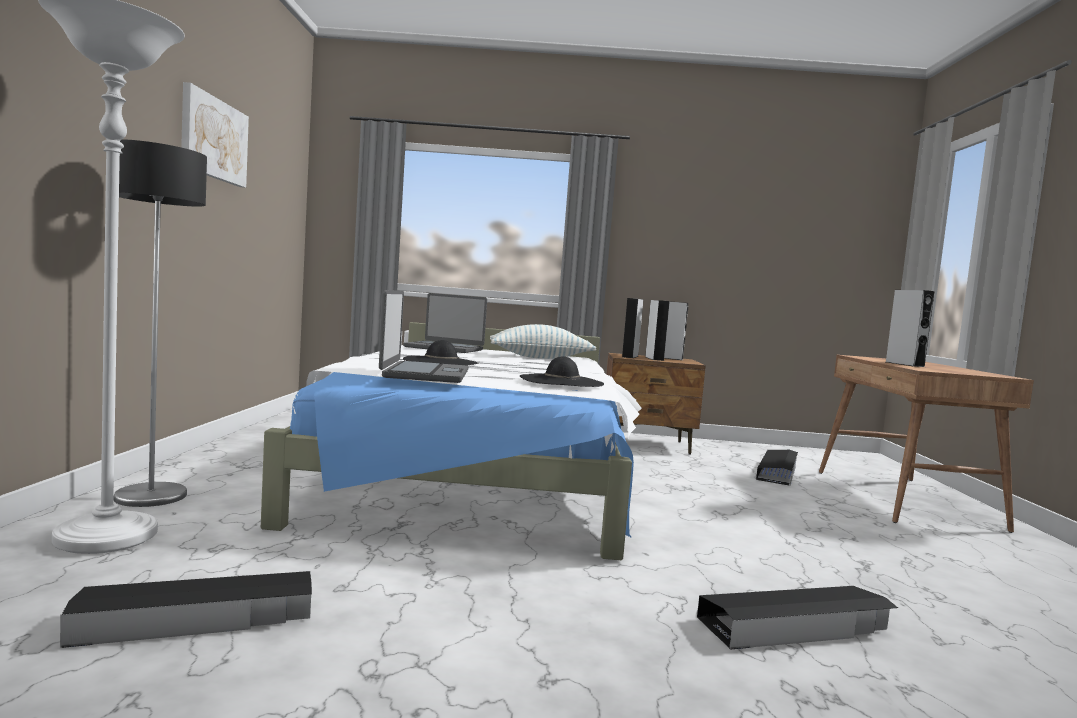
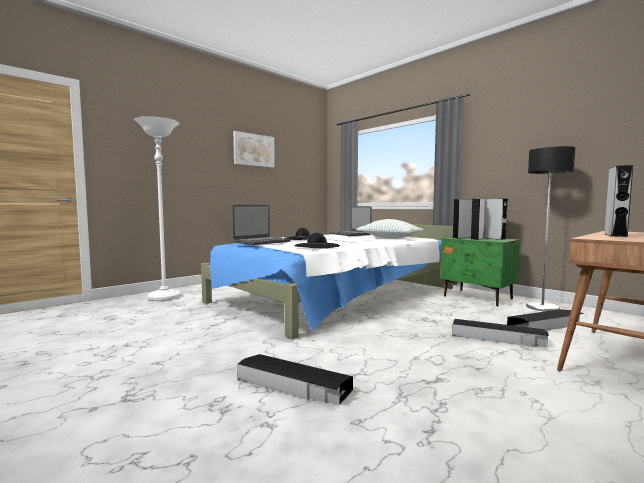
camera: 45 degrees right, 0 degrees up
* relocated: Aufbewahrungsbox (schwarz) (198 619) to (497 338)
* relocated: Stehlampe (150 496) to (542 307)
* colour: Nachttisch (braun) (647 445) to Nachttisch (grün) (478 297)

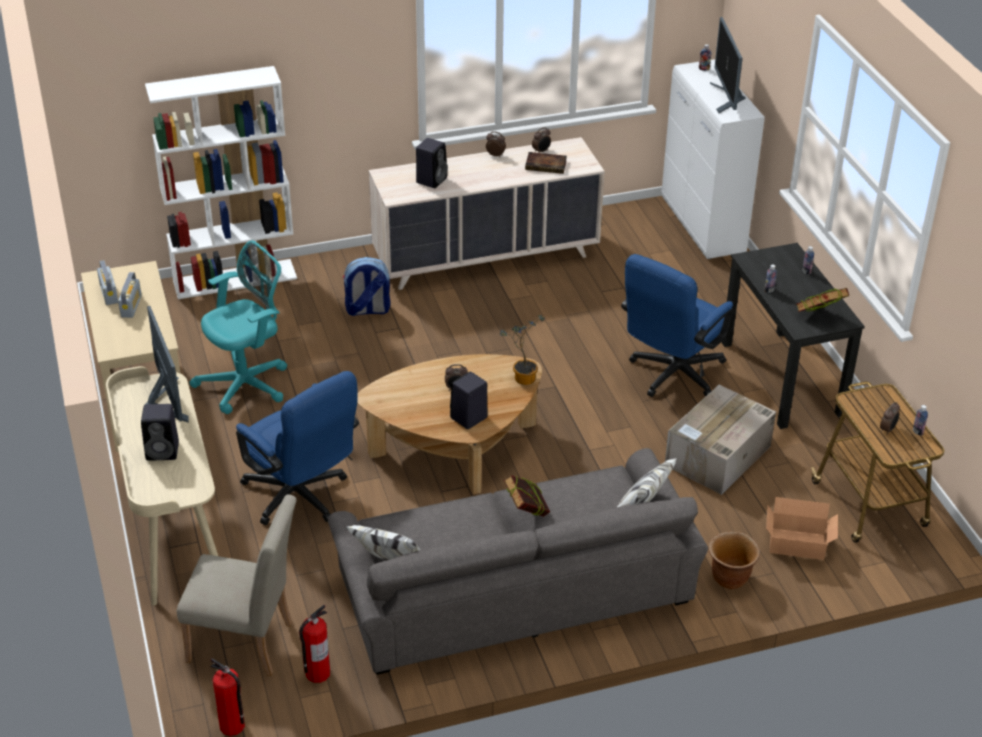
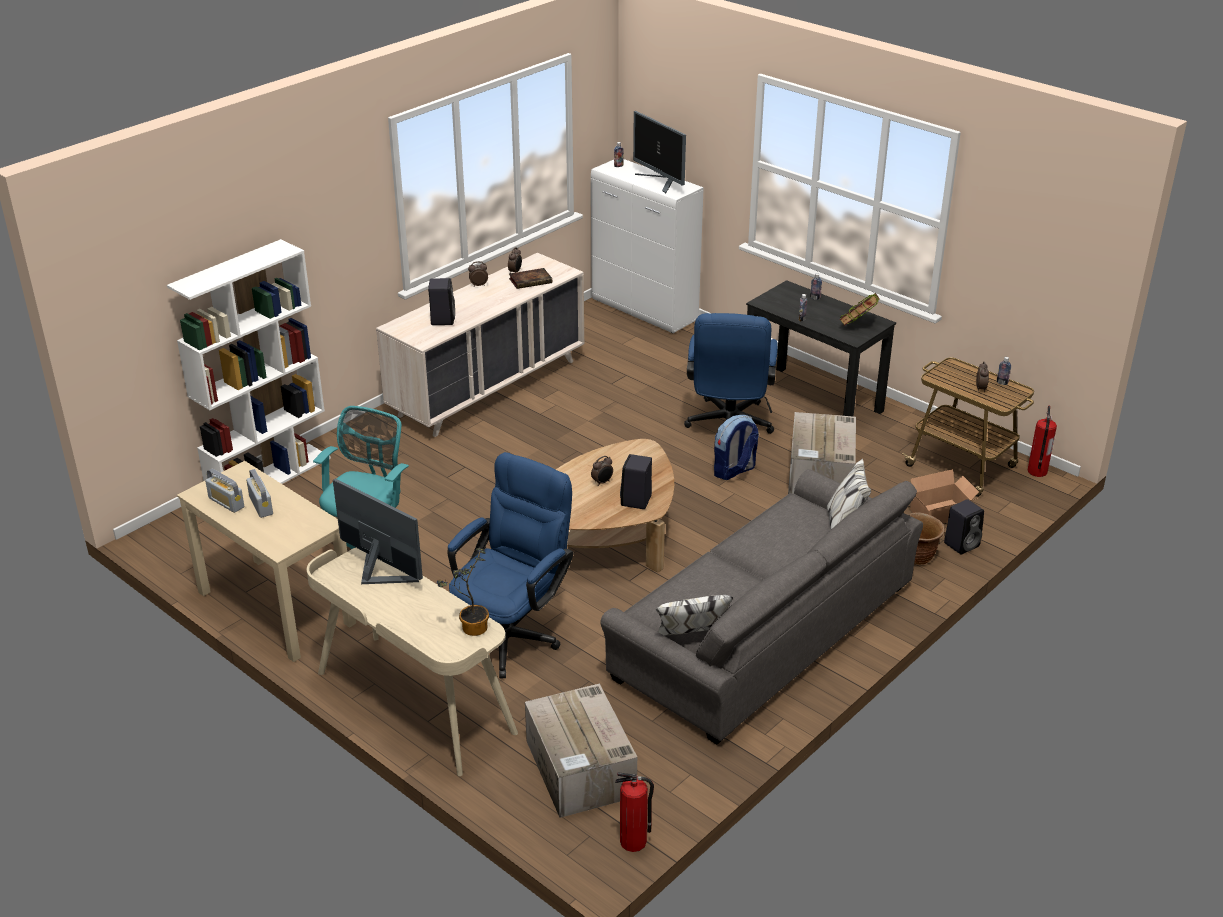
camera: 30 degrees left, 5 degrees down
* missing: Buch (526 513)
* relocated: Lautsprecher (schwarz) (164 451) to (962 544)
* relocated: Feuerlöscher (317 673) to (1037 471)
* relocated: Rucksack (367 310) to (734 471)
* relocated: Topfpflanze (522 377) to (470 627)
* exchanged: Stuhl (beige) (248 644) to Karton (581 769)
* spun: Bürostuhl (blau) (301 498) = (512 632) 75 degrees counterclockwise

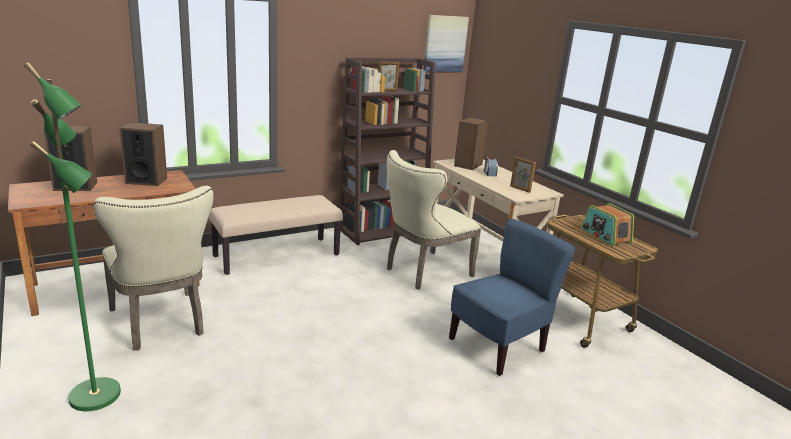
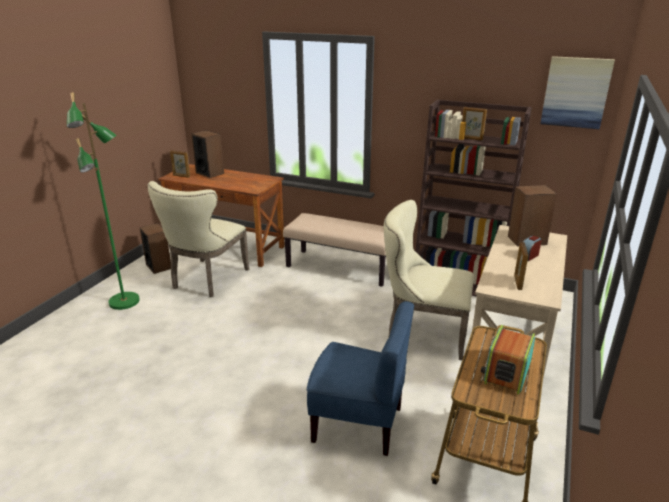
camera: 55 degrees right, 5 degrees up
* appeared: Bilderrahmen (181 176)
* relocated: Lautsprecher (146 180) to (159 266)

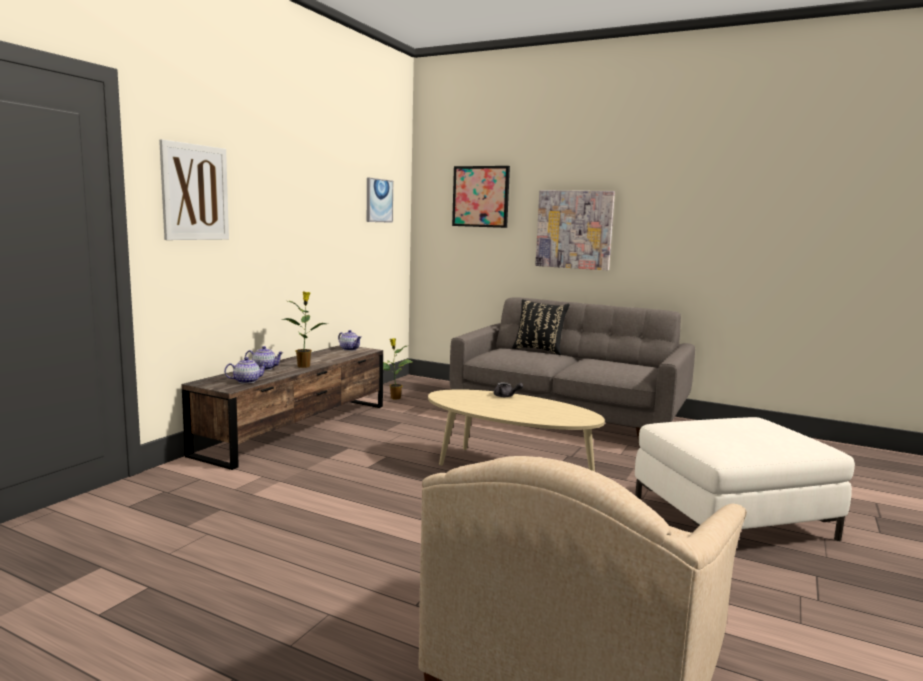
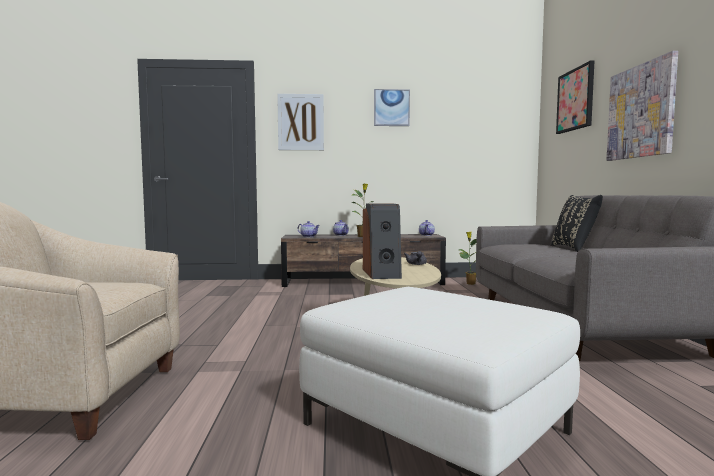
camera: 60 degrees right, 5 degrees down
* appeared: Lautsprecher (382 273)
* relocated: Bild (378 200) to (391 108)

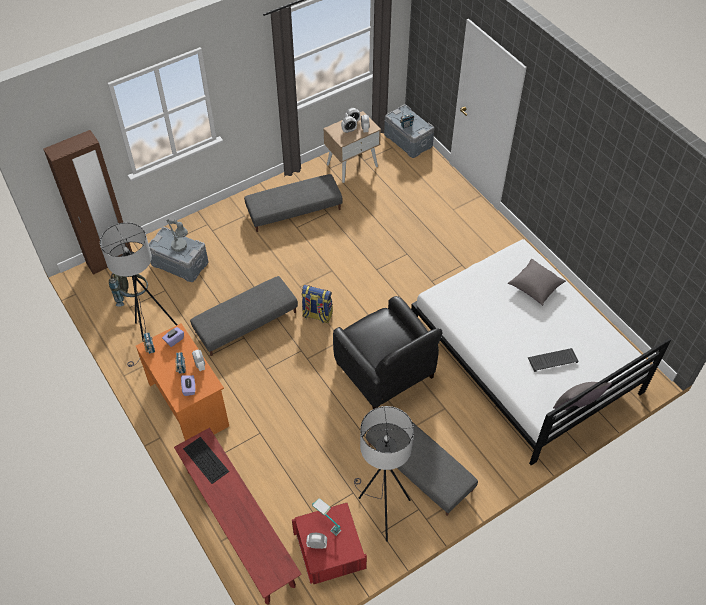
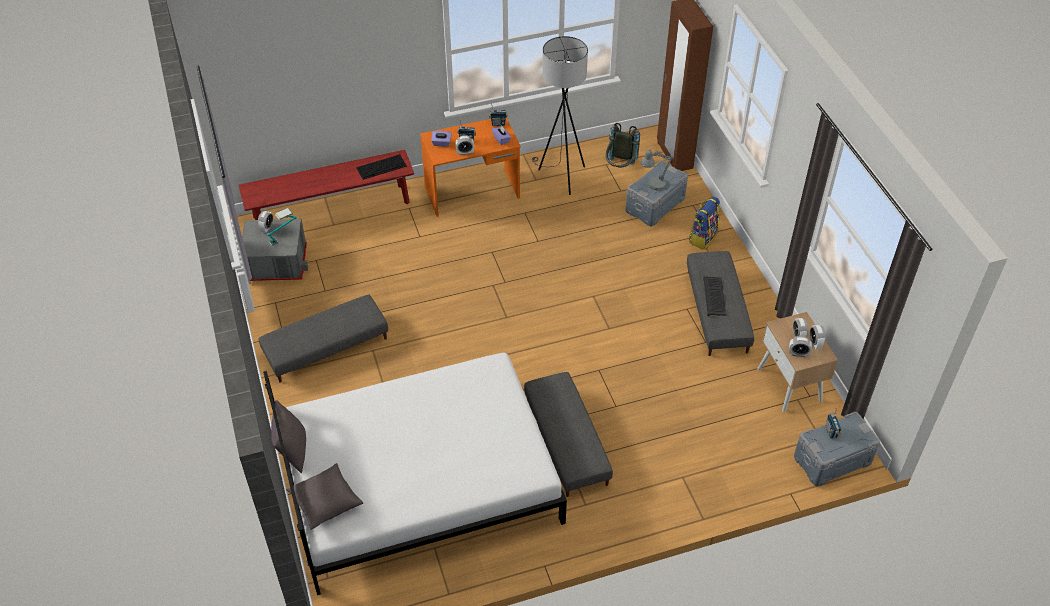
camera: 105 degrees right, 5 degrees down
* missing: Sessel (schwarz) (385 371)
* missing: Stehlampe (grau) (381 511)
* relocated: Polsterhocker (grau) (246 322) to (566 441)
* relocated: Rucksack (317 315) to (702 237)
* relocated: Kissen (grau) (535 287) to (325 502)
* relocated: Tastatur (553 359) to (715 297)
* colour: Aufbewahrungsbox (rot) (329 552) to Aufbewahrungsbox (grau) (276 263)

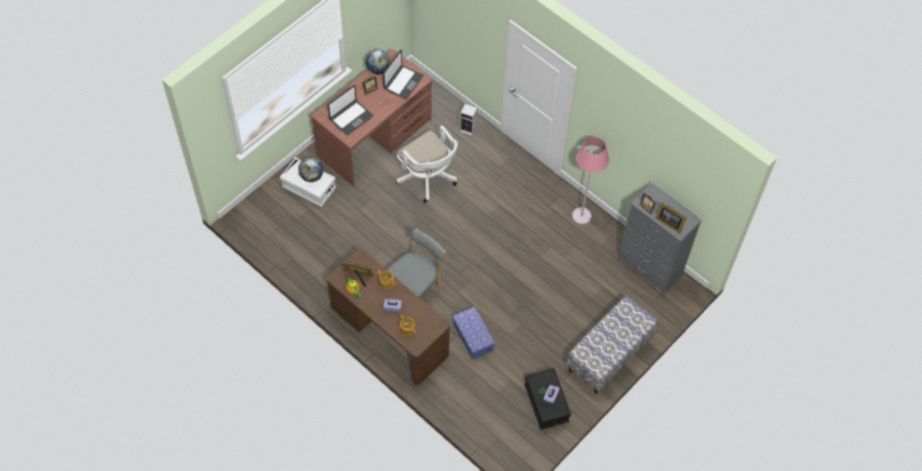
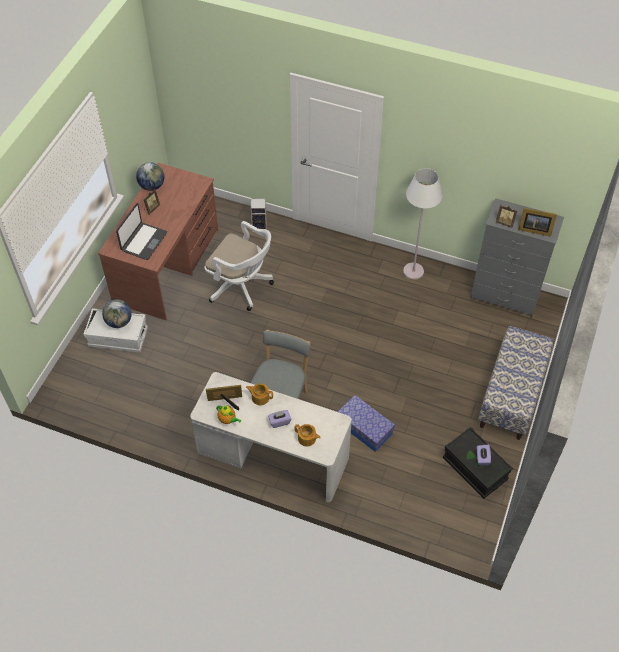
camera: 20 degrees left, 5 degrees down
* missing: Laptop (403 82)
* colour: Schreibtisch (braun) (389 332) to Schreibtisch (weiß) (273 456)
* colour: Stehlampe (rosa) (581 216) to Stehlampe (weiß) (413 271)

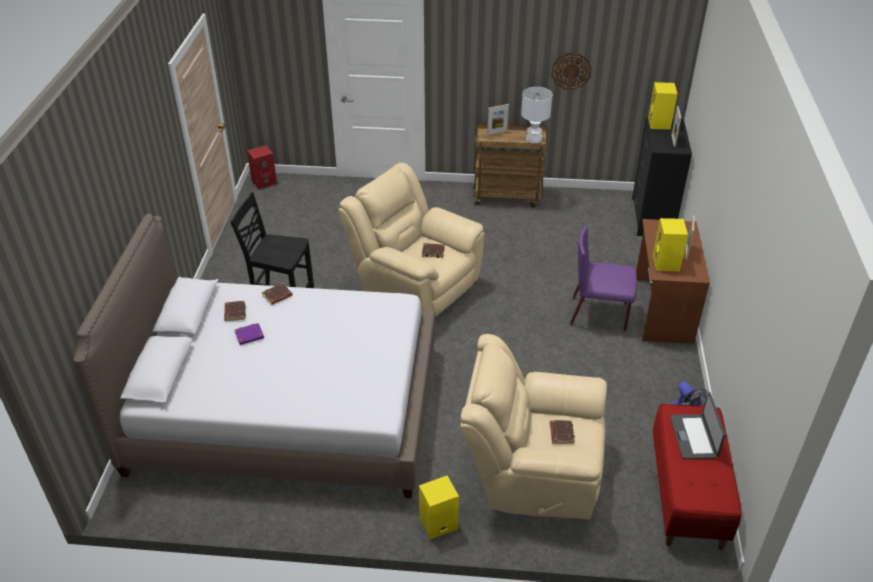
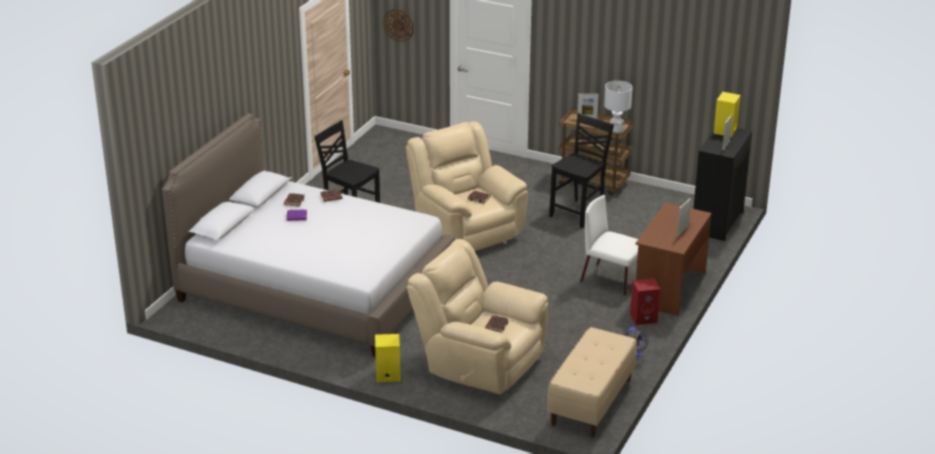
camera: 20 degrees right, 10 degrees down
* missing: Lautsprecher (gelb) (666 263)
* missing: Laptop (694 437)
* appeared: Stuhl (schwarz) (579 213)
* relocated: Lautsprecher (rot) (264 181) to (644 318)
* relocated: Wanduhr (571 71) to (398 25)
* colour: Stuhl (lila) (600 314) to Stuhl (weiß) (611 280)
* colour: Bank (rot) (687 494) to Bank (beige) (591 402)

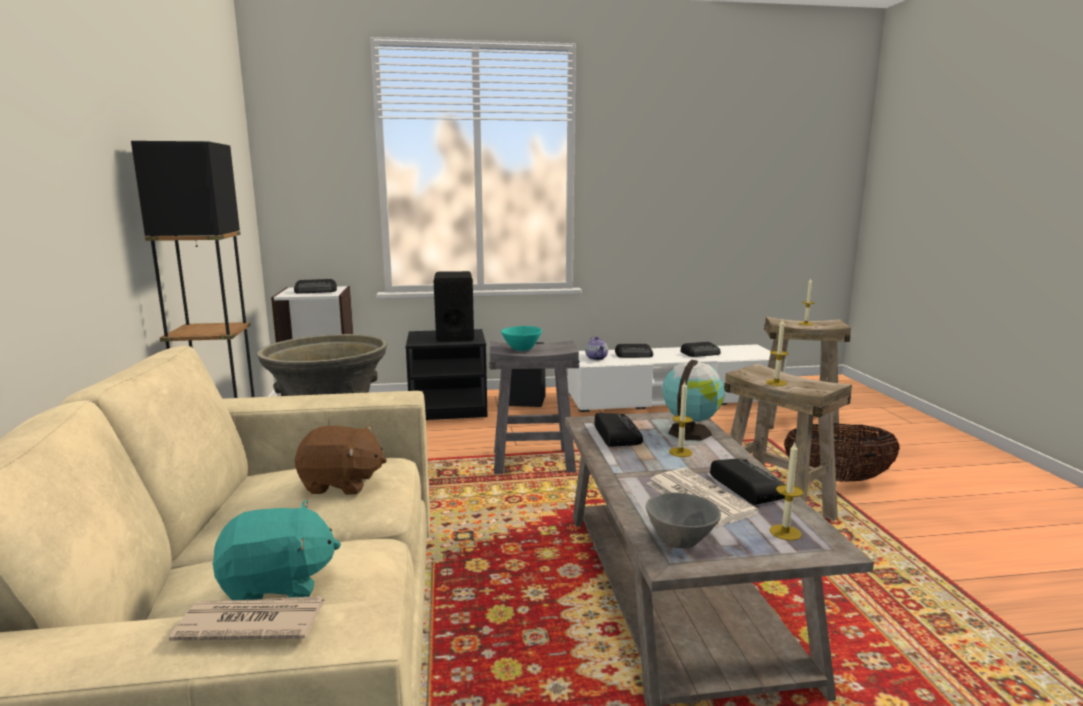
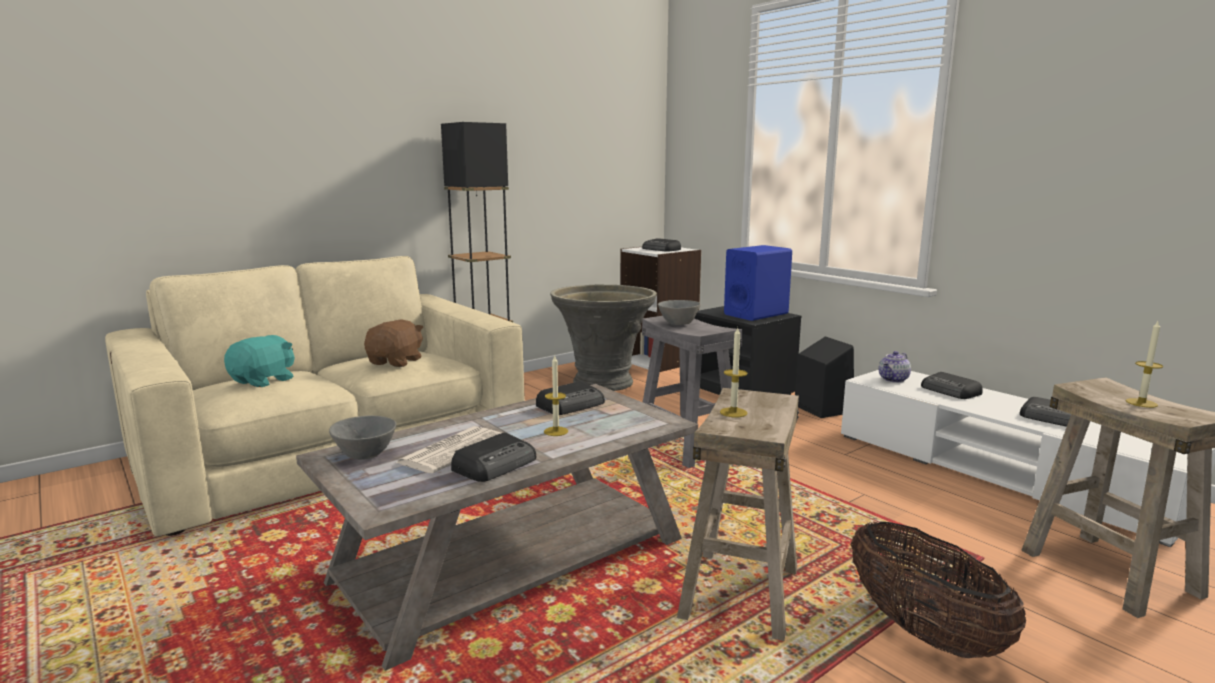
camera: 60 degrees right, 0 degrees up
* missing: Zeitung (250 623)
* missing: Globus (690 431)
* missing: Kerze (785 532)
* colour: Lautsprecher (schwarz) (455 335) to Lautsprecher (blau) (756 314)
* colour: Schüssel (türkis) (520 348) to Schüssel (grau) (678 323)
* spun: Plüschtier (türkis) (278 585) = (264 381) 105 degrees counterclockwise
* spun: Plüschtier (braun) (341 484) = (396 362) 135 degrees counterclockwise

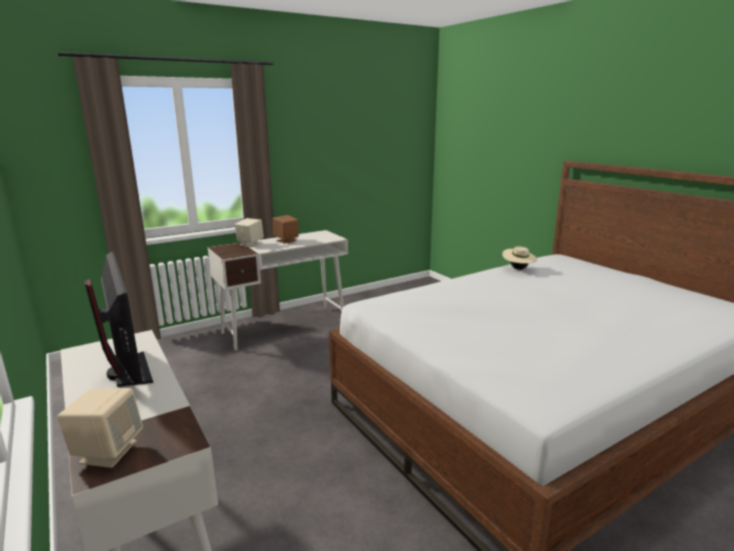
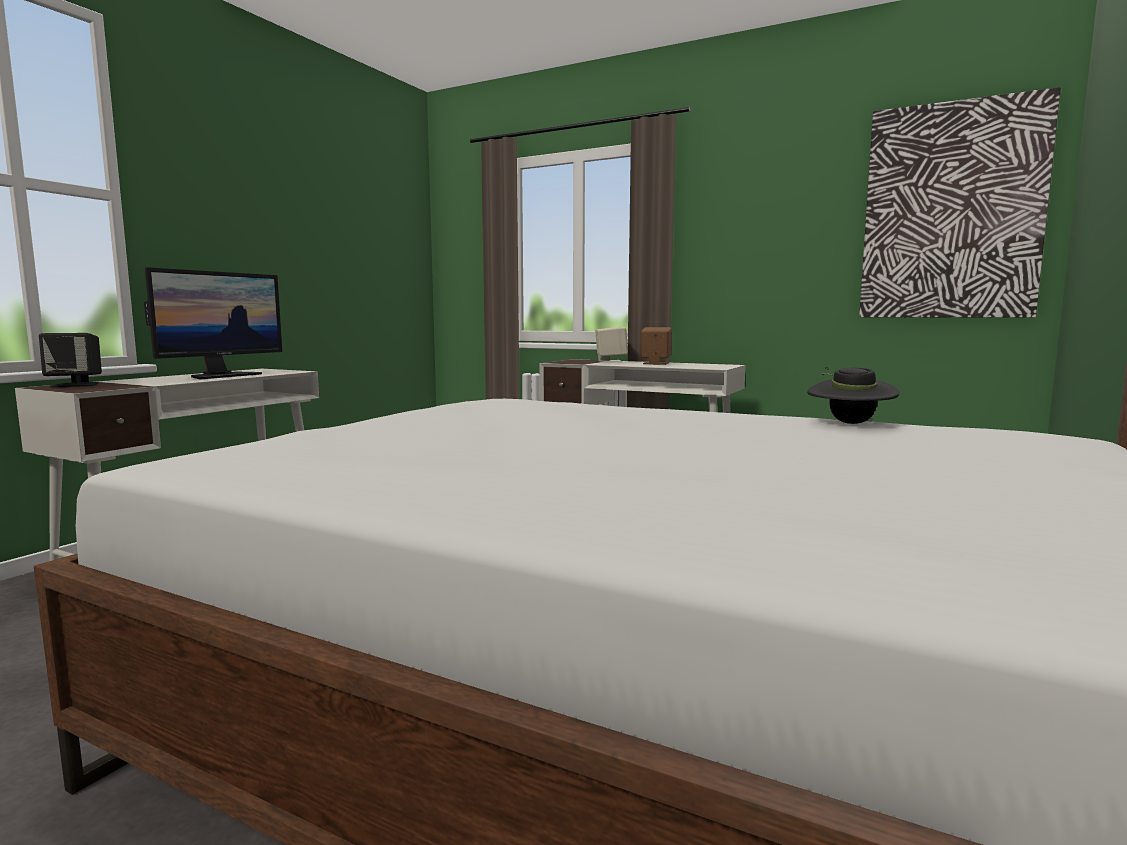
camera: 60 degrees right, 10 degrees down
* appeared: Bild (951 212)
* colour: Lautsprecher (beige) (108 451) to Lautsprecher (schwarz) (76 385)
* colour: Hut (beige) (518 269) to Hut (schwarz) (849 423)

